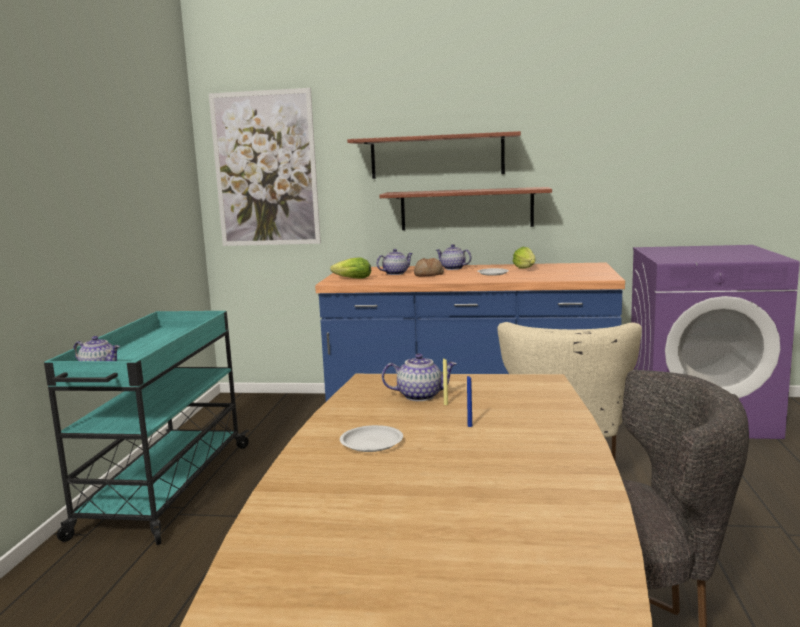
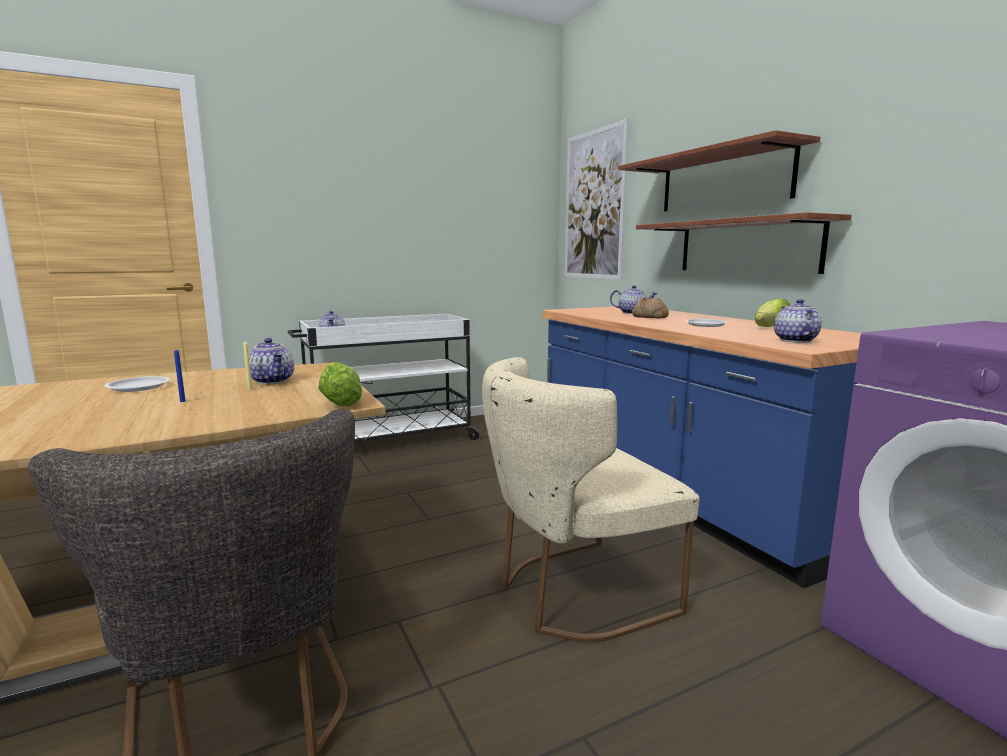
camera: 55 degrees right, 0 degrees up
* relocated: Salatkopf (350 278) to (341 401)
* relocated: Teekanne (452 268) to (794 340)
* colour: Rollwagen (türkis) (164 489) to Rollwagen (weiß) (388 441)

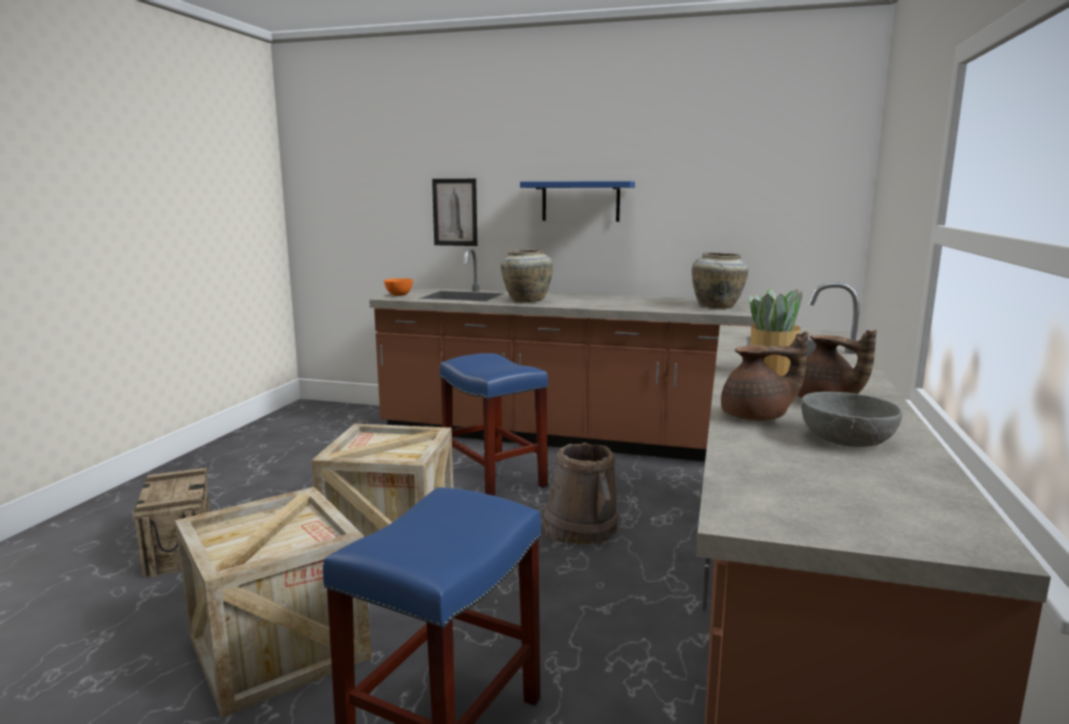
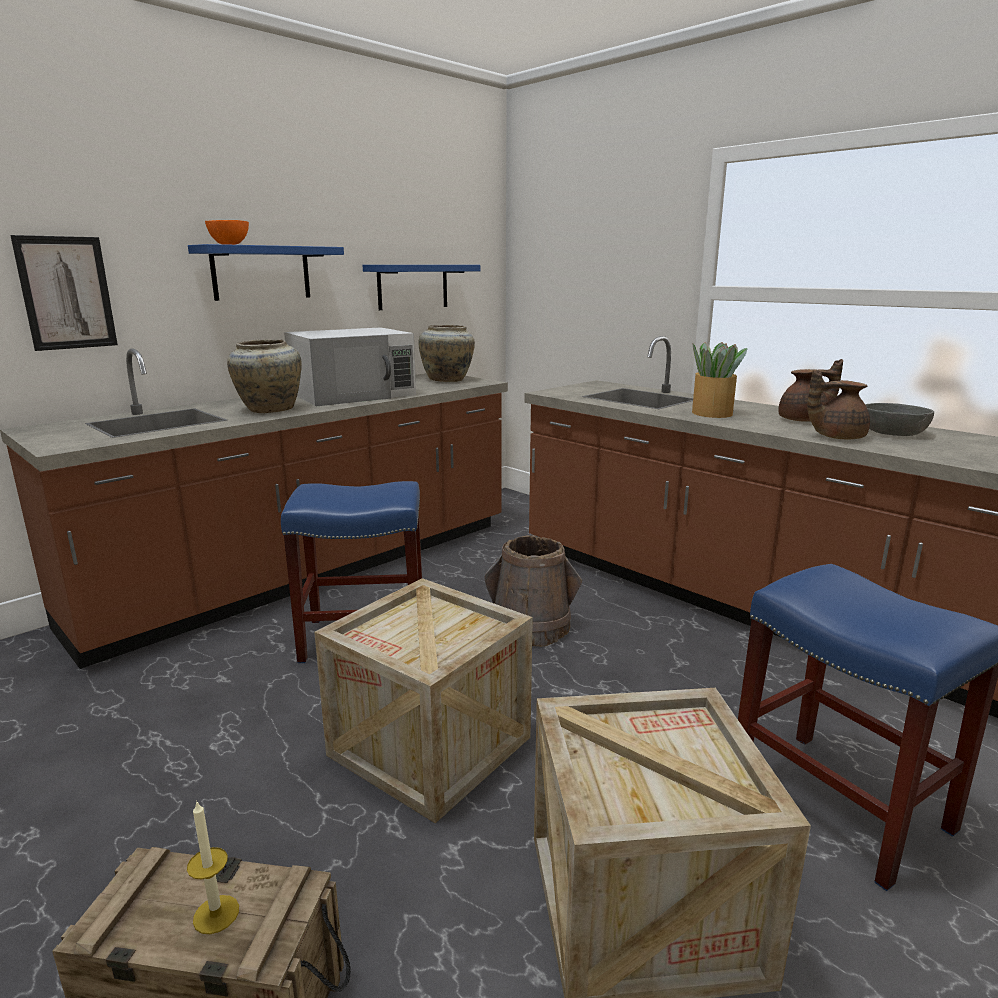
camera: 60 degrees left, 5 degrees up
* appeared: Kerze (216 914)
* appeared: Mikrowelle (weiß) (354 394)
* appeared: Wandregal (blau) (413 286)
* relocated: Schüssel (orange) (399 295) to (230 244)
* spun: Teekanne (braun) (757 417) = (835 437) 120 degrees counterclockwise

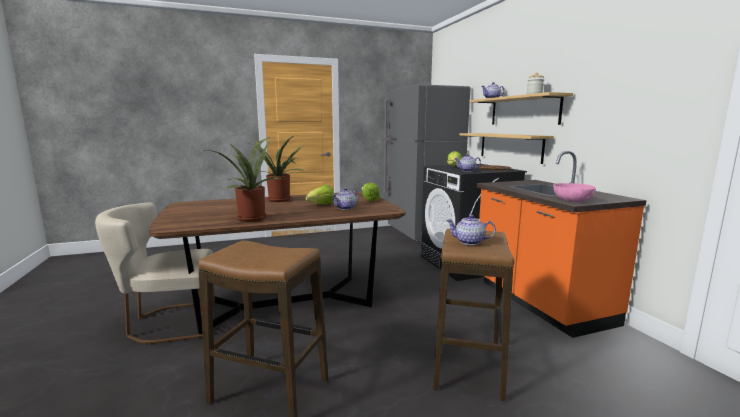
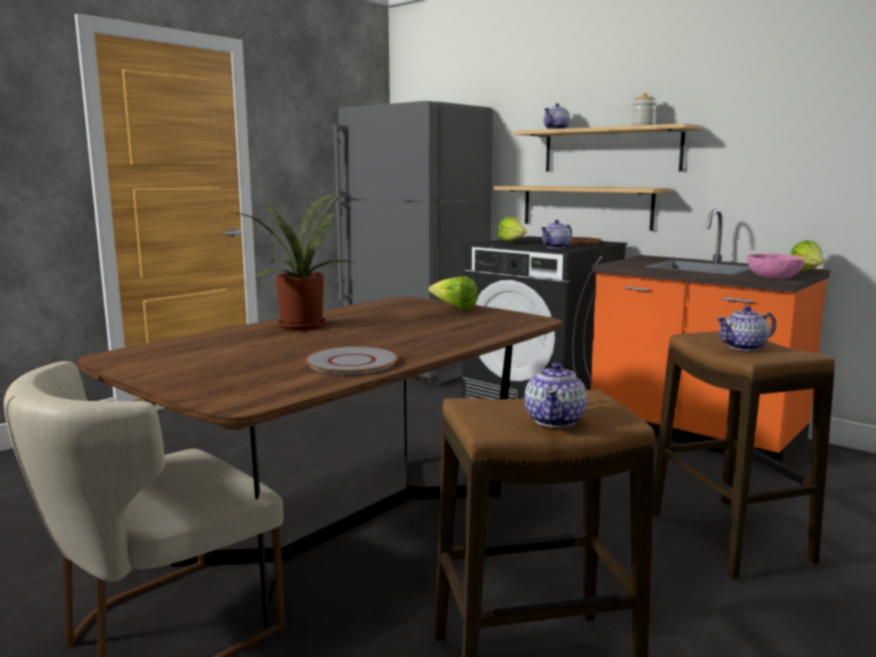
camera: 30 degrees left, 0 degrees up
* relocated: Salatkopf (320 205) to (807 272)
* relocated: Teekanne (345 208) to (555 420)
* exchanged: Topfpflanze (251 218) to Teller (grau) (352 362)

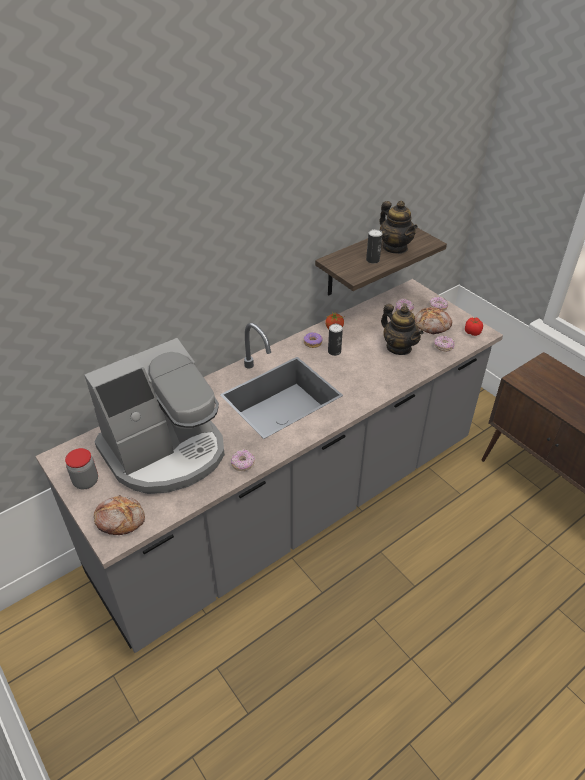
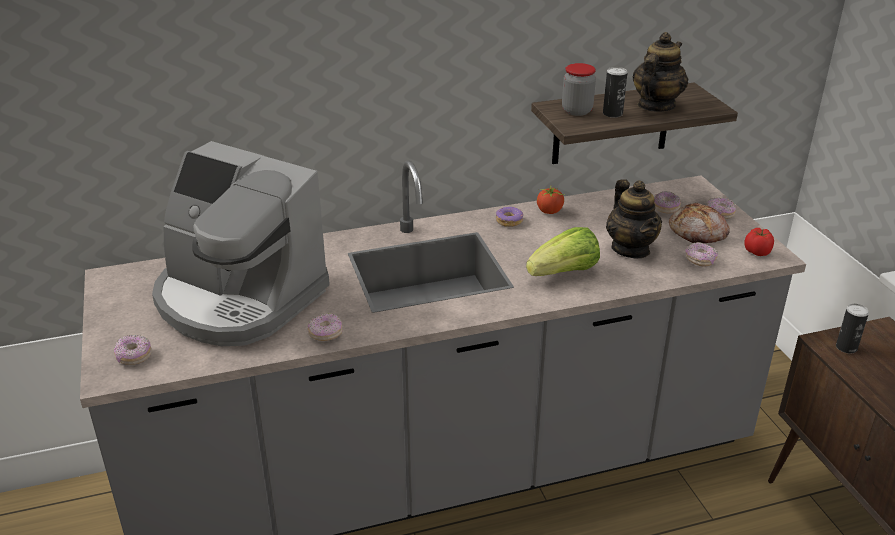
camera: 20 degrees right, 10 degrees down
* appeared: Salatkopf (564 273)
* relocated: Vorratsglas (86 481) to (577 111)
* relocated: Dose (334 351) to (846 347)
* exchanged: Brot (120 519) to Donut (134 356)
* spun: Kaffeemaschine (166 452) = (238 299) 45 degrees clockwise
* spun: Teekanne (395 247) = (655 106) 135 degrees counterclockwise

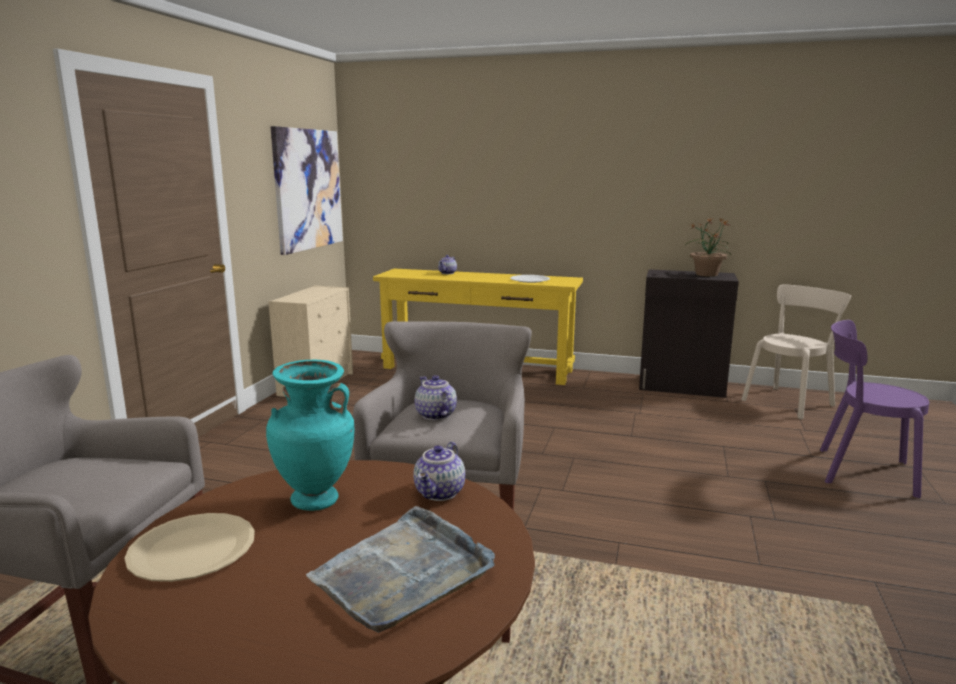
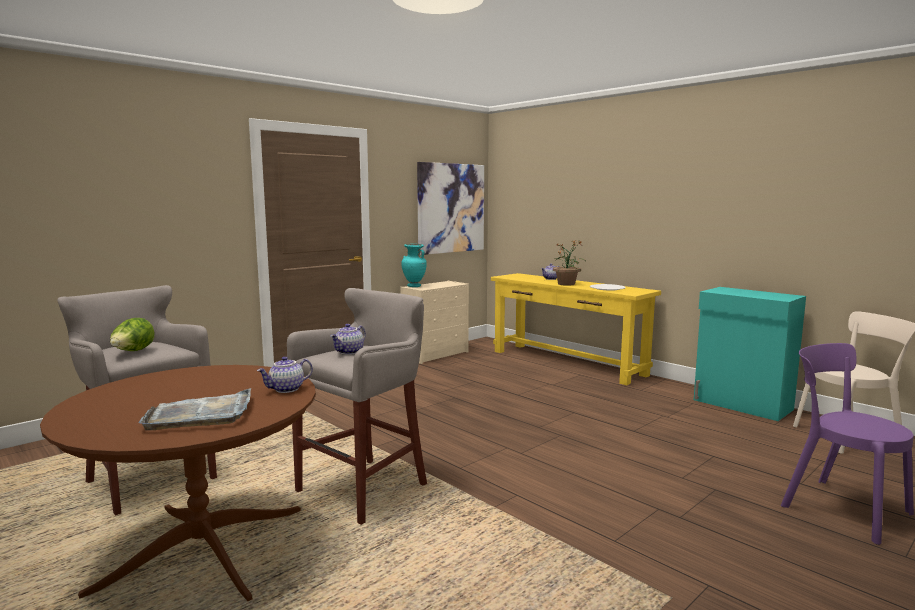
camera: 30 degrees right, 5 degrees down
* missing: Teller (beige) (192 550)
* appeared: Salatkopf (133 352)
* relocated: Vase (türkis) (315 501) to (414 286)
* relocated: Topfpflanze (706 274) to (566 284)
* colour: Schrank (schwarz) (682 387) to Schrank (türkis) (742 405)
* spun: Teekanne (434 415) = (349 352) 150 degrees counterclockwise

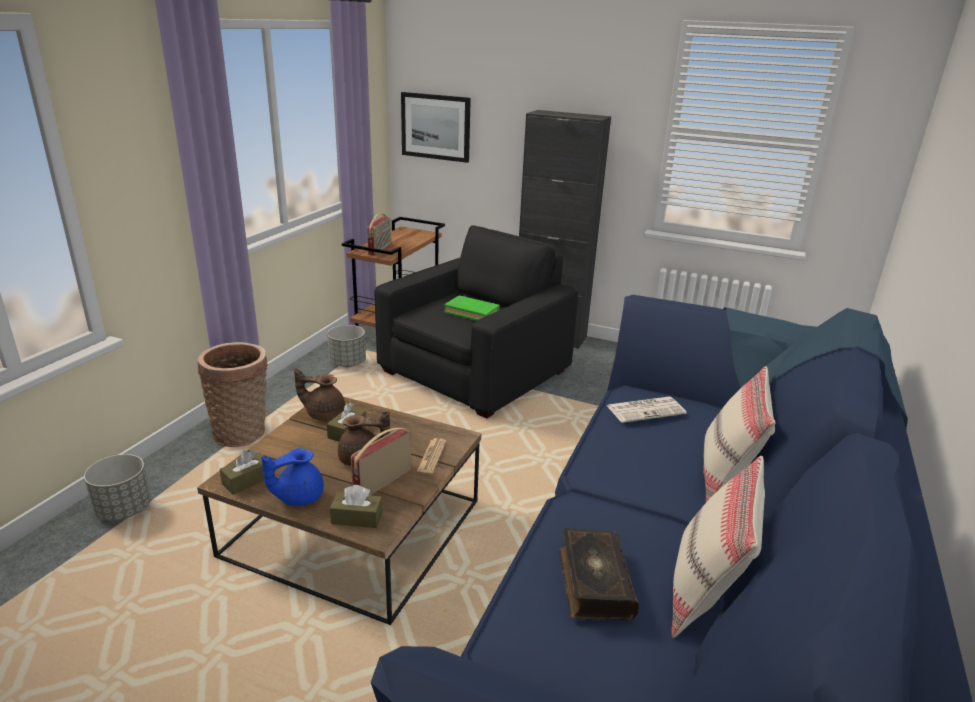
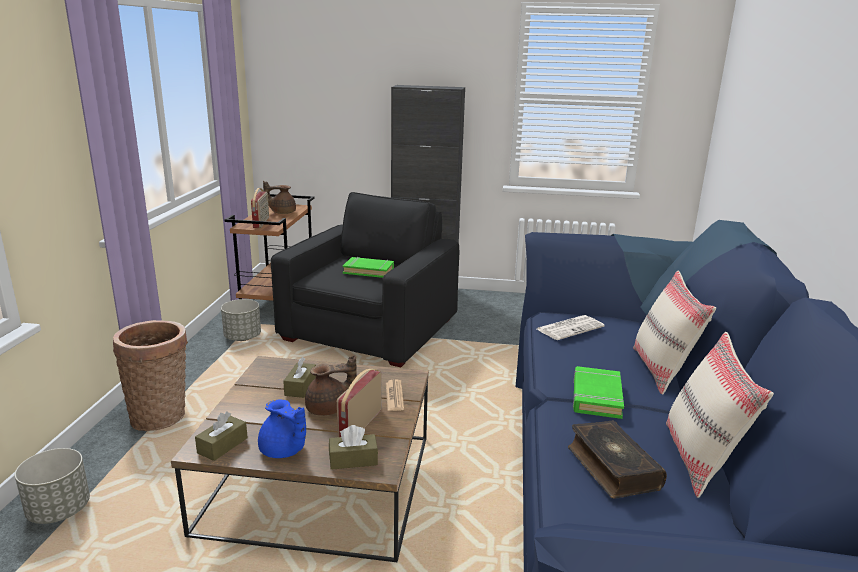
camera: 15 degrees left, 5 degrees down
* missing: Bild (436 127)
* appeared: Buch (grün) (596 397)
* relocated: Teekanne (braun) (324 414) to (282 212)
* spun: Teekanne (blau) (298 496) = (283 451) 90 degrees counterclockwise

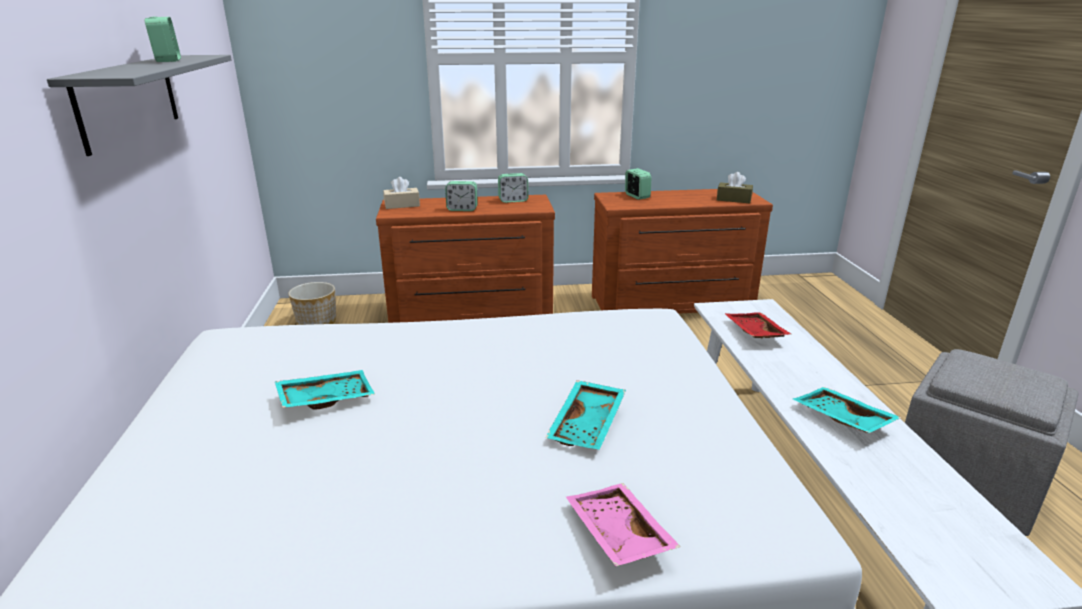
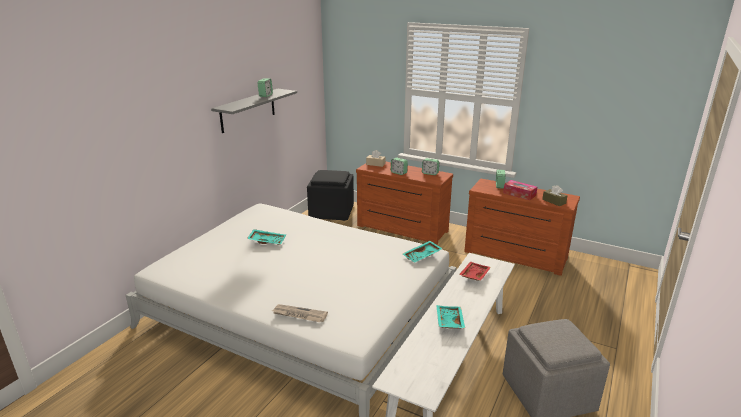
camera: 35 degrees right, 0 degrees up
* appeared: Taschentuchbox (519 194)
* relocated: Tablett (türkis) (588 425) to (422 256)
* exchanged: Pflanzkübel (317 322) to Polsterhocker (schwarz) (332 212)
* exchanged: Tablett (rosa) (616 535) to Zeitung (299 315)

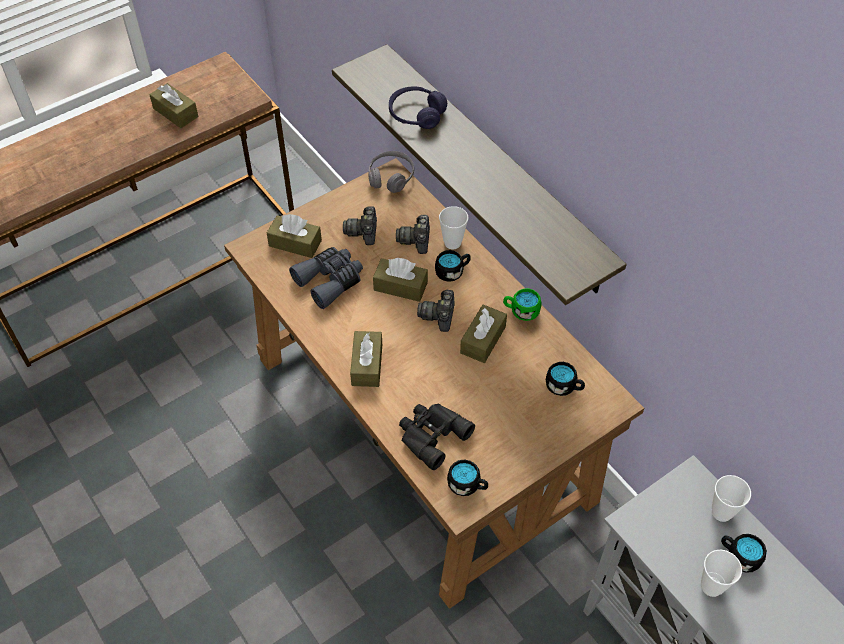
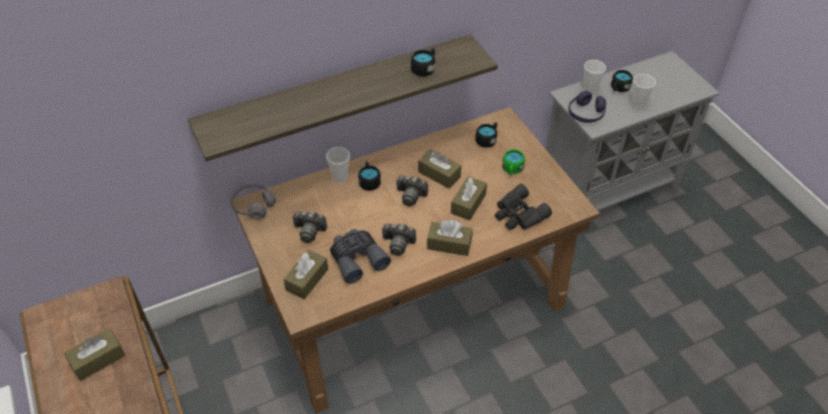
camera: 80 degrees left, 5 degrees down
* relocated: Taschentuchbox (braun) (400 286) to (468 204)
* relocated: Kopfhörer (lila) (416 114) to (586 114)
* relocated: Kamera (416 240) to (398 243)
* relocated: Henkelbecher (schwarz) (467 485) to (425 68)
* relocated: Henkelbecher (grün) (521 310) to (512 170)

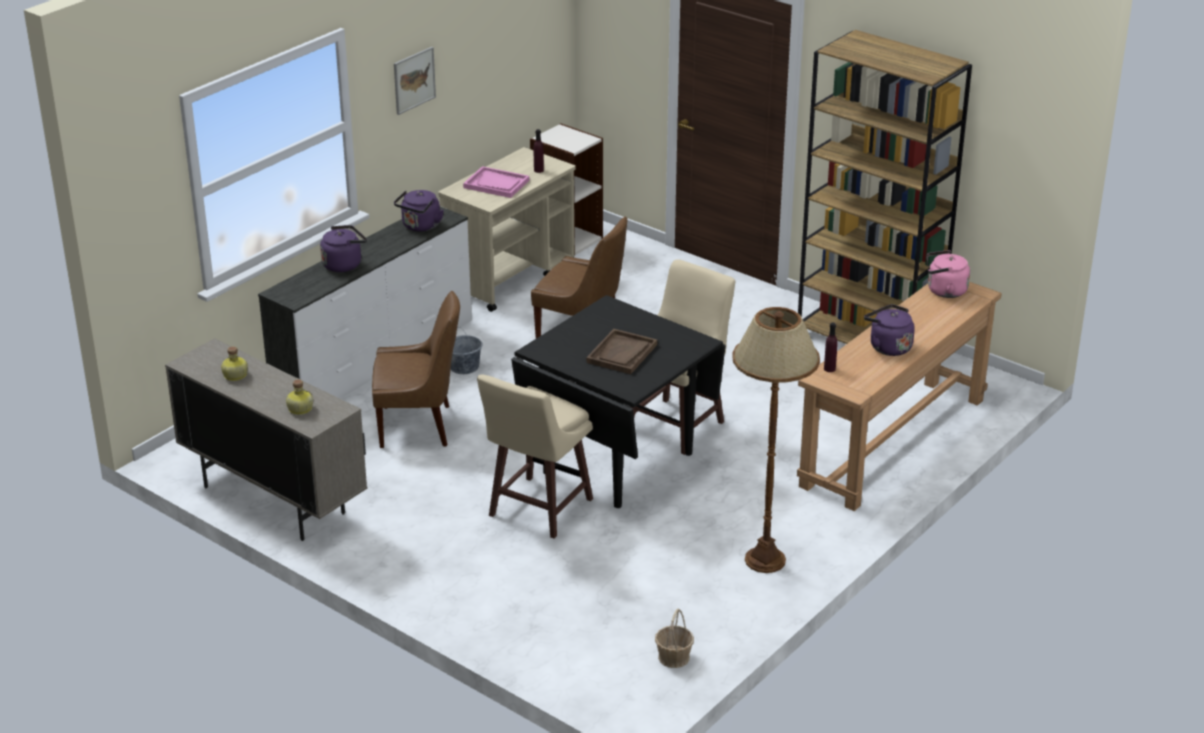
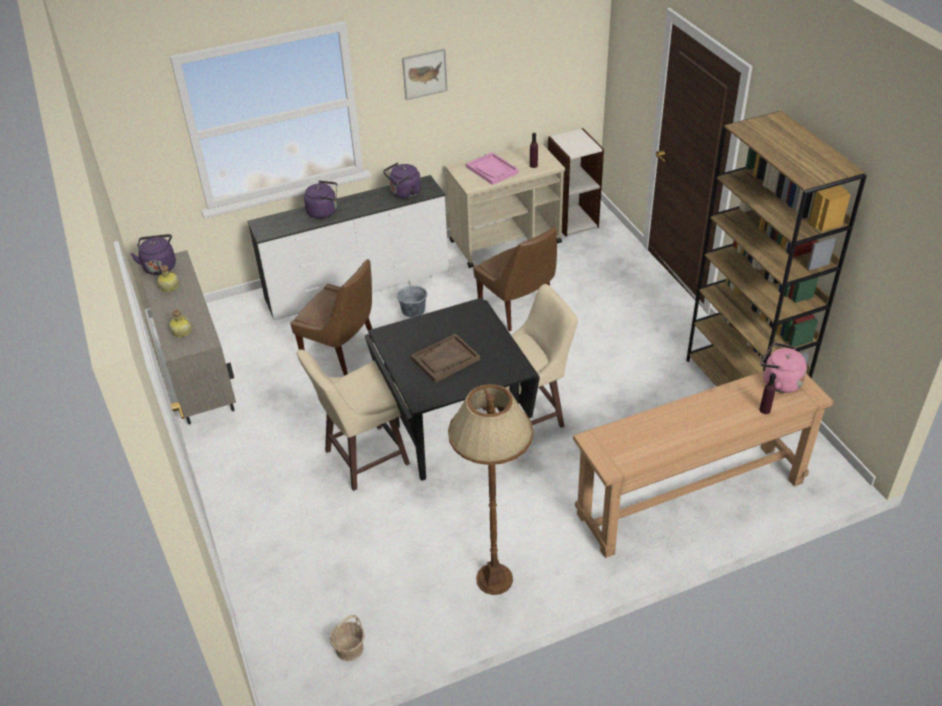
camera: 30 degrees right, 10 degrees up
* relocated: Flasche (lila) (829 369) to (764 410)
* relocated: Wasserkessel (lila) (888 347) to (160 266)

